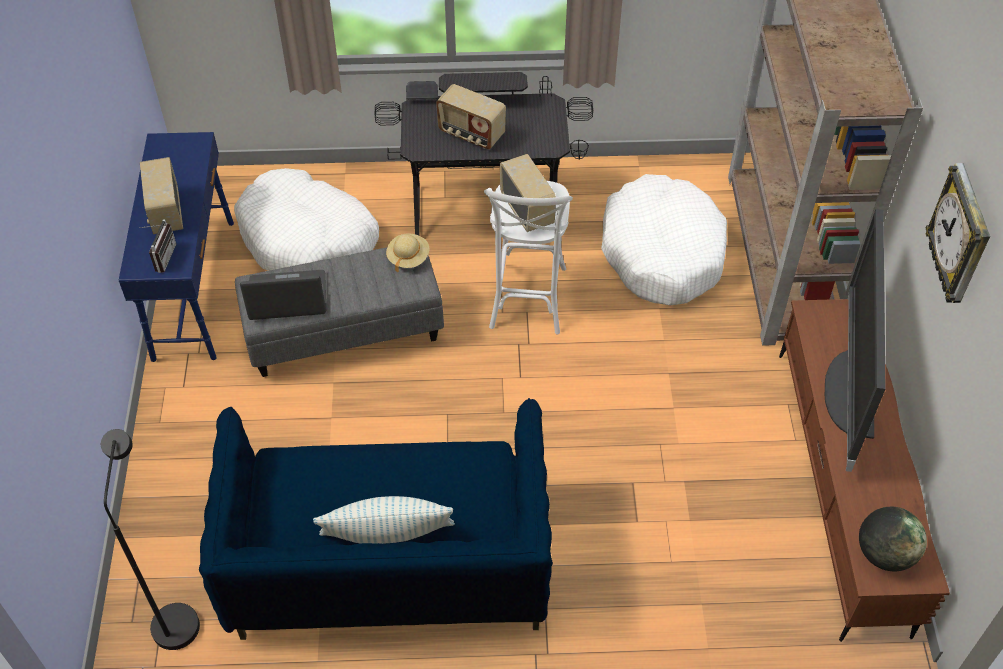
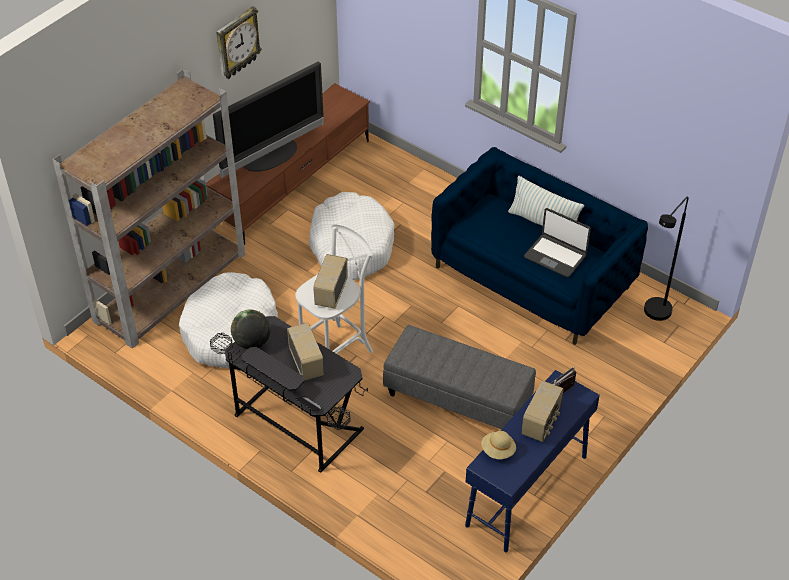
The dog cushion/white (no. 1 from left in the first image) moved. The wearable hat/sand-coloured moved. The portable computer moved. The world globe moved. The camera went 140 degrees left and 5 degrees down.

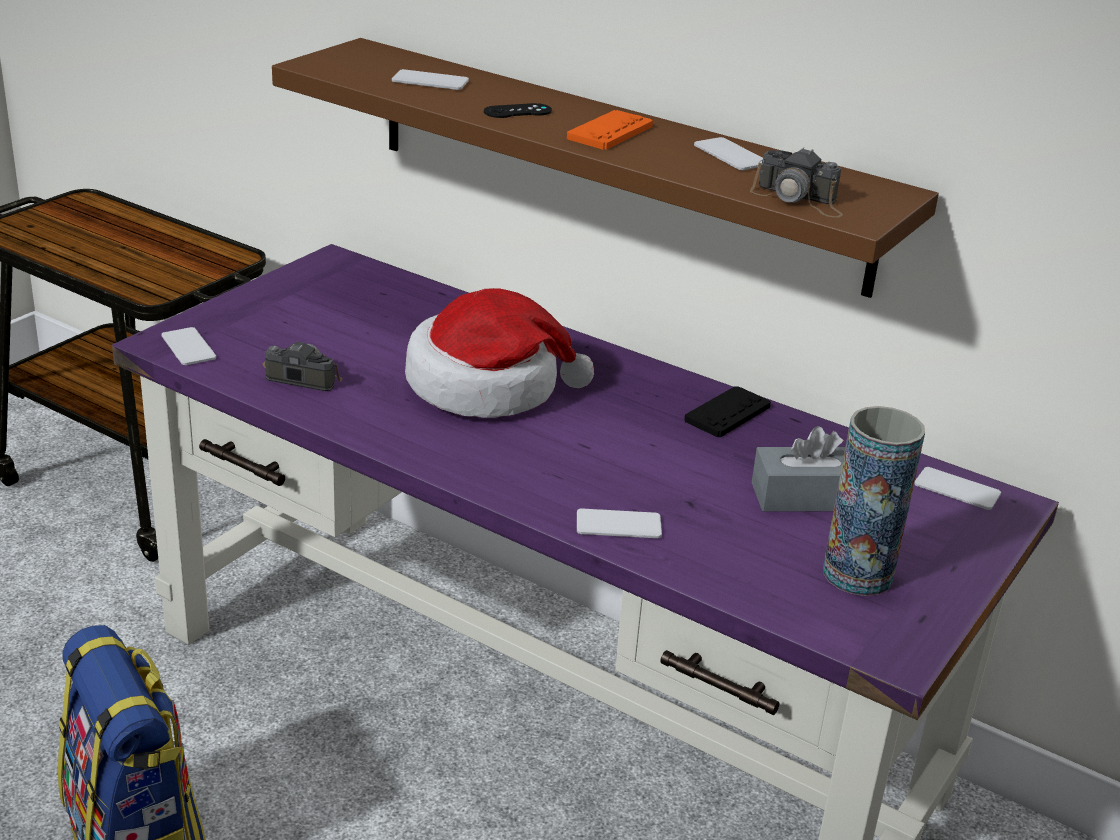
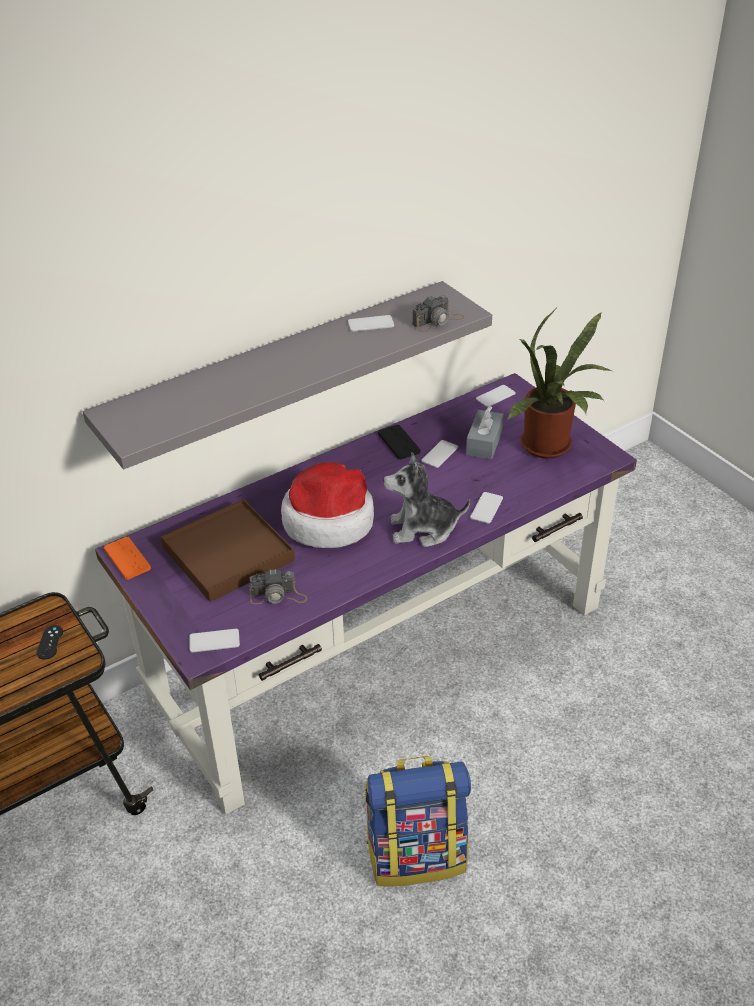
The bracket shelf/brown-coloured became the bracket shelf/gray. The handset (no. 2 from left in the first image) moved. The joypad/black (no. 1 from left) moved. The joypad/orange-coloured moved. The photo camera (no. 1 from left) turned 135 degrees counterclockwise. The decorative vase was replaced by the potted plant. The cuddly toy appeared. The carrying tray/brown-coloured appeared. The camera went 65 degrees left and 10 degrees up.

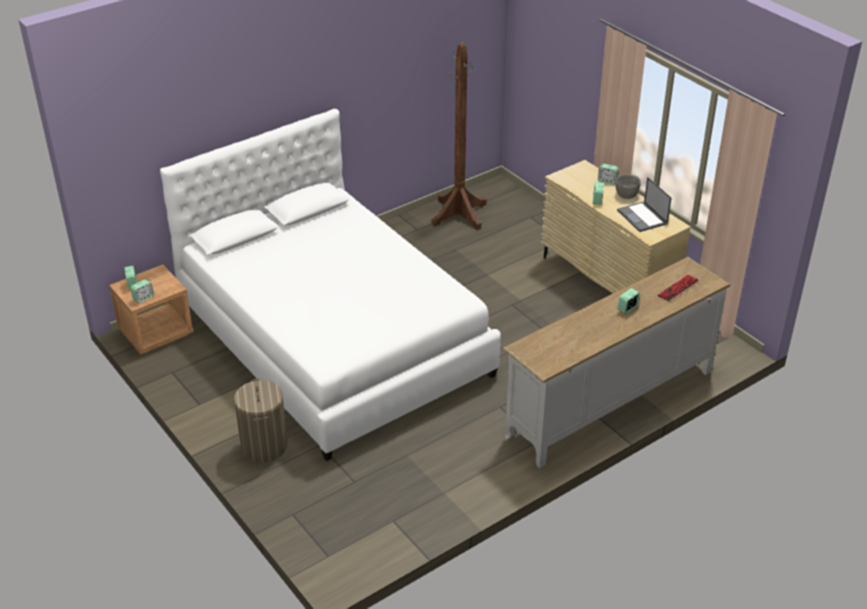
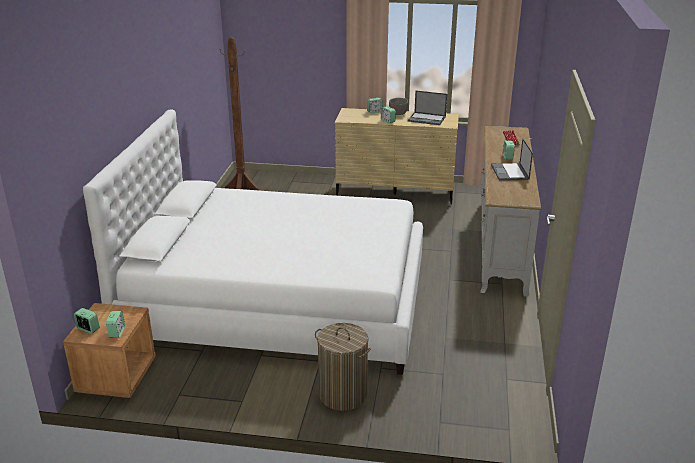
The portable computer (no. 2 from left) appeared. The camera went 45 degrees left and 10 degrees down.

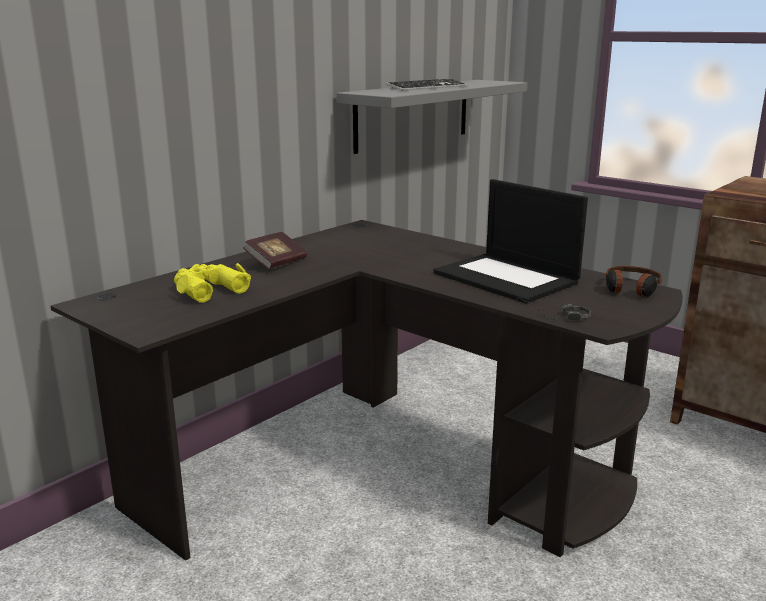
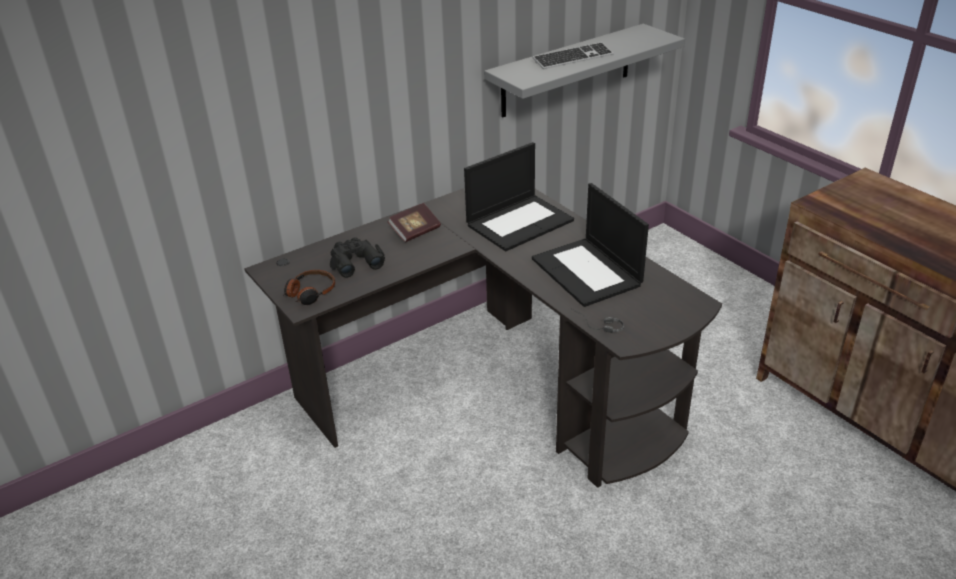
The binoculars/yellowish became the binoculars/black. The pair of headphones (no. 2 from left in the first image) moved. The portable computer (no. 1 from left) appeared. The camera went 15 degrees right and 15 degrees up.

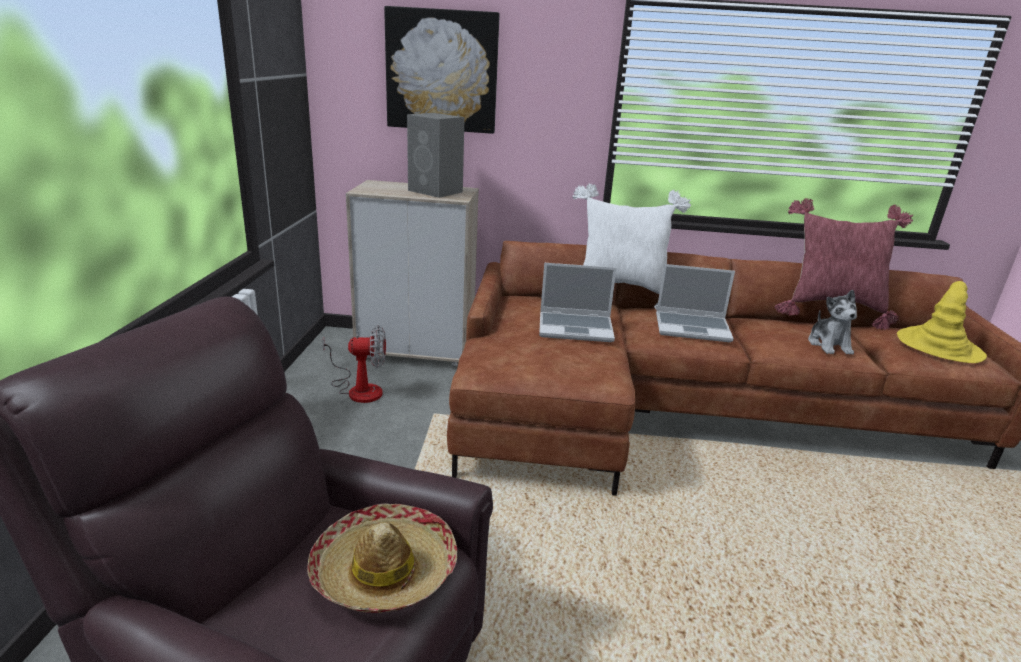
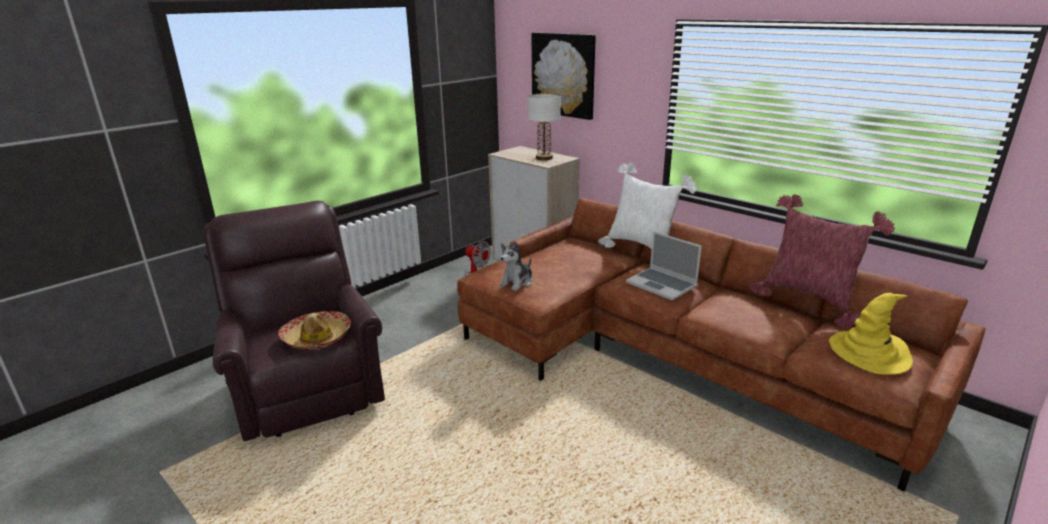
The loudspeaker/gray was replaced by the lamp for a table. The portable computer (no. 1 from left) disappeared. The cuddly toy moved. The camera went 40 degrees right and 0 degrees up.

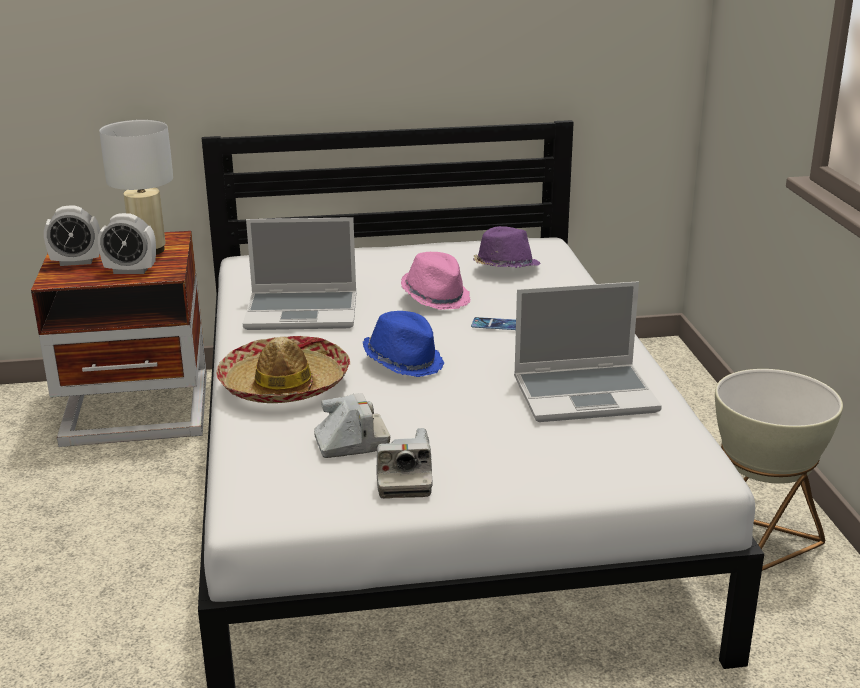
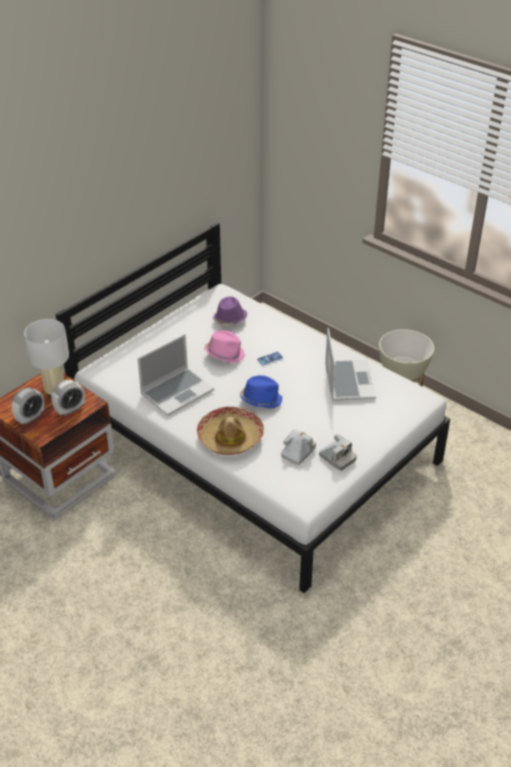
The portable computer (no. 2 from left) turned 45 degrees counterclockwise. The camera went 40 degrees left and 15 degrees up.

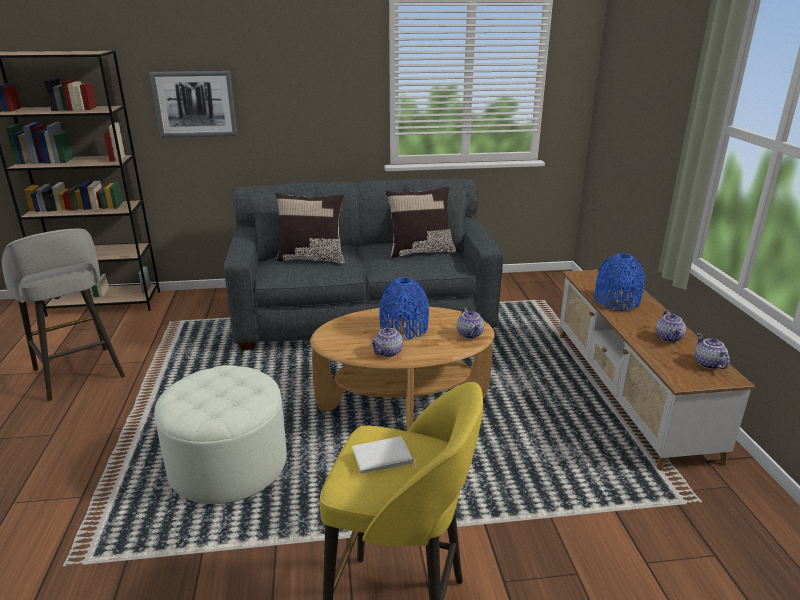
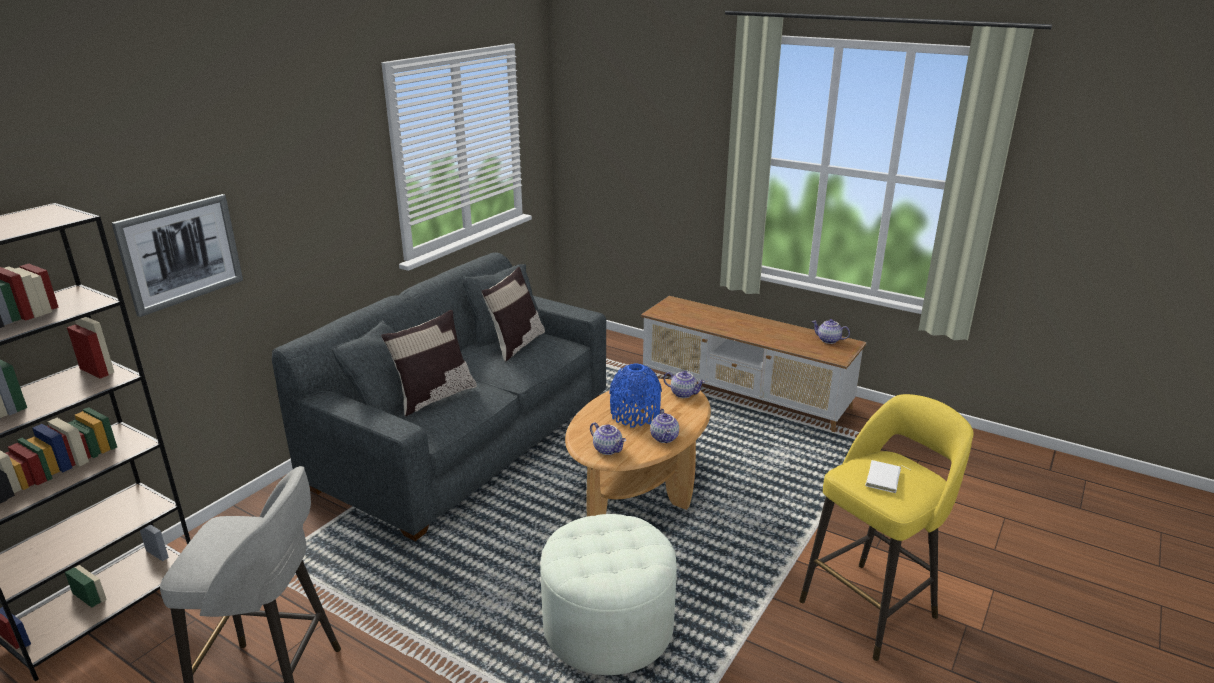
The decorative vase/bluish (no. 2 from left) disappeared. The tea pot (no. 3 from left in the first image) moved. The camera went 50 degrees left and 0 degrees up.

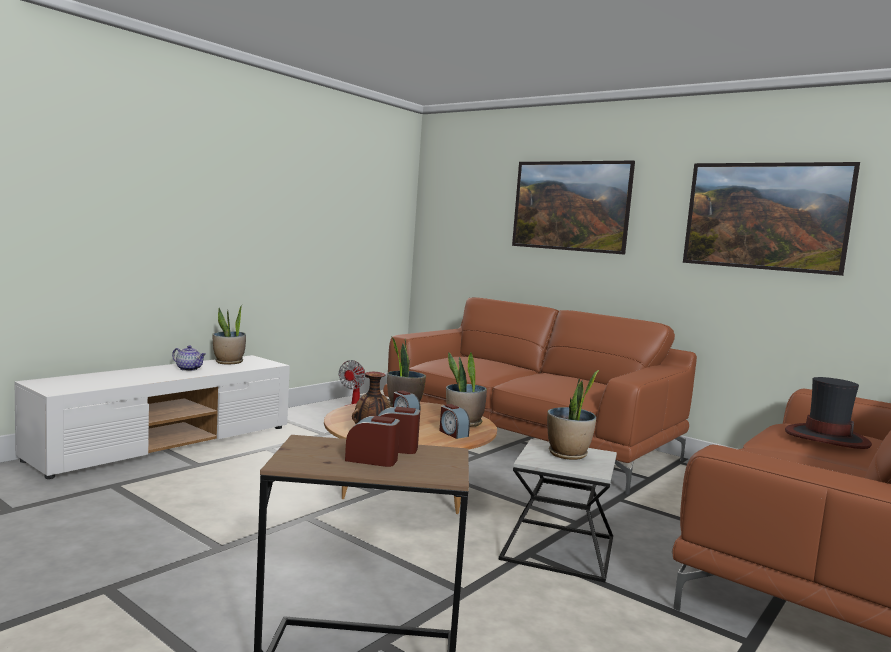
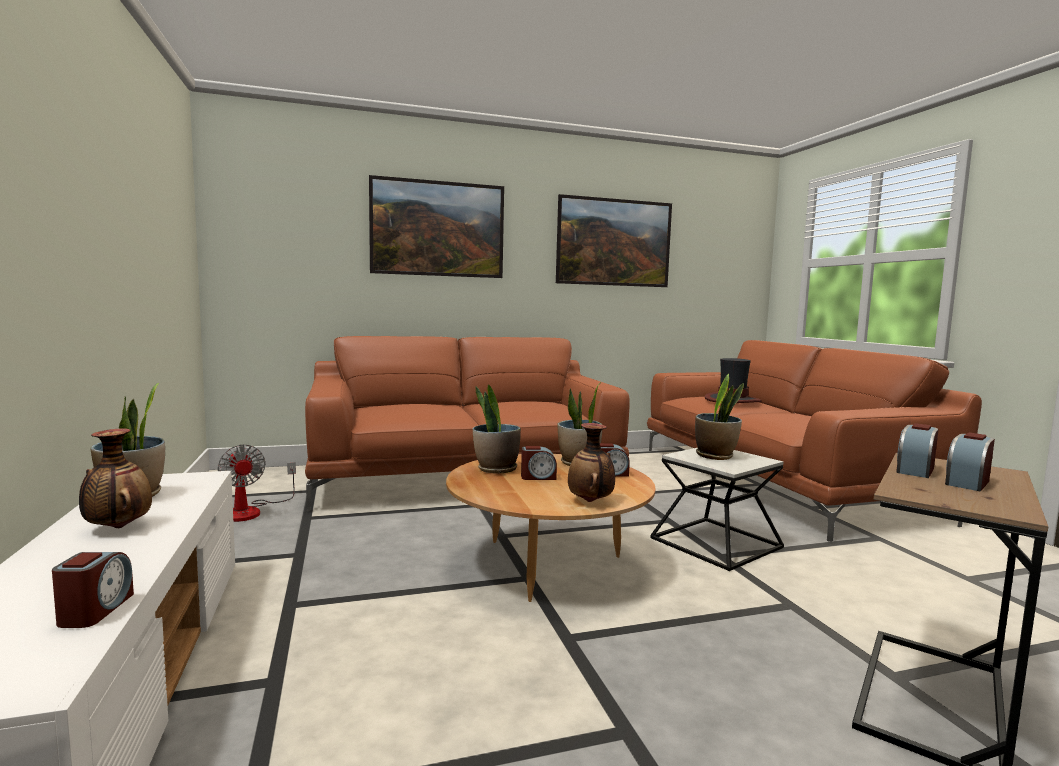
The tea pot was replaced by the decorative vase (no. 1 from left). The alarm clock (no. 1 from left) appeared. The camera went 55 degrees left and 0 degrees up.

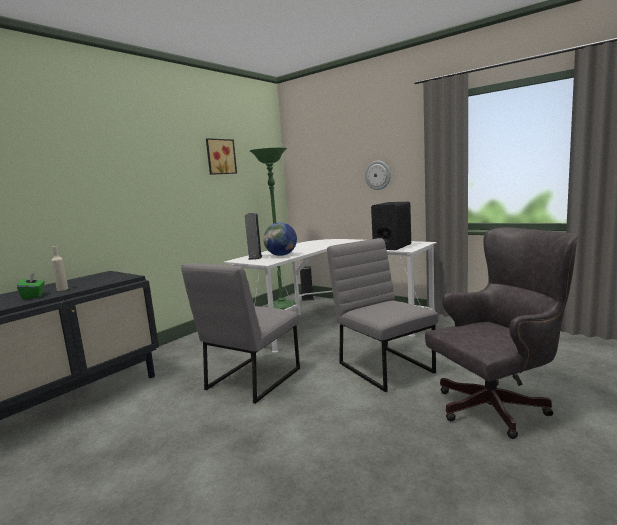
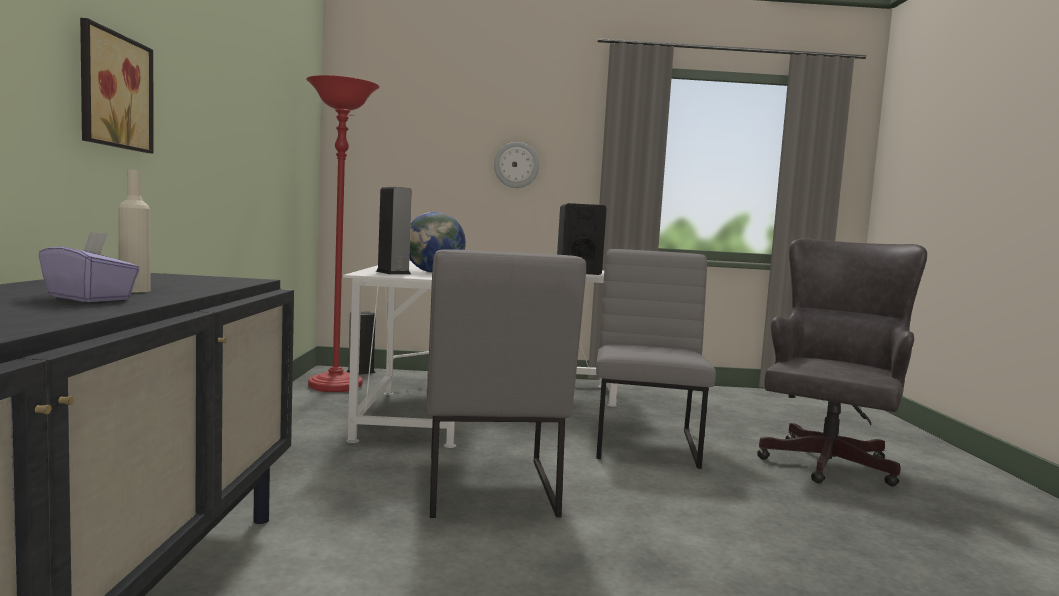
The wall picture moved. The standing lamp/greenish became the standing lamp/red. The chair/gray (no. 2 from left) turned 75 degrees clockwise. The tissue holder/greenish became the tissue holder/purple-coloured. The camera went 40 degrees left and 5 degrees down.

